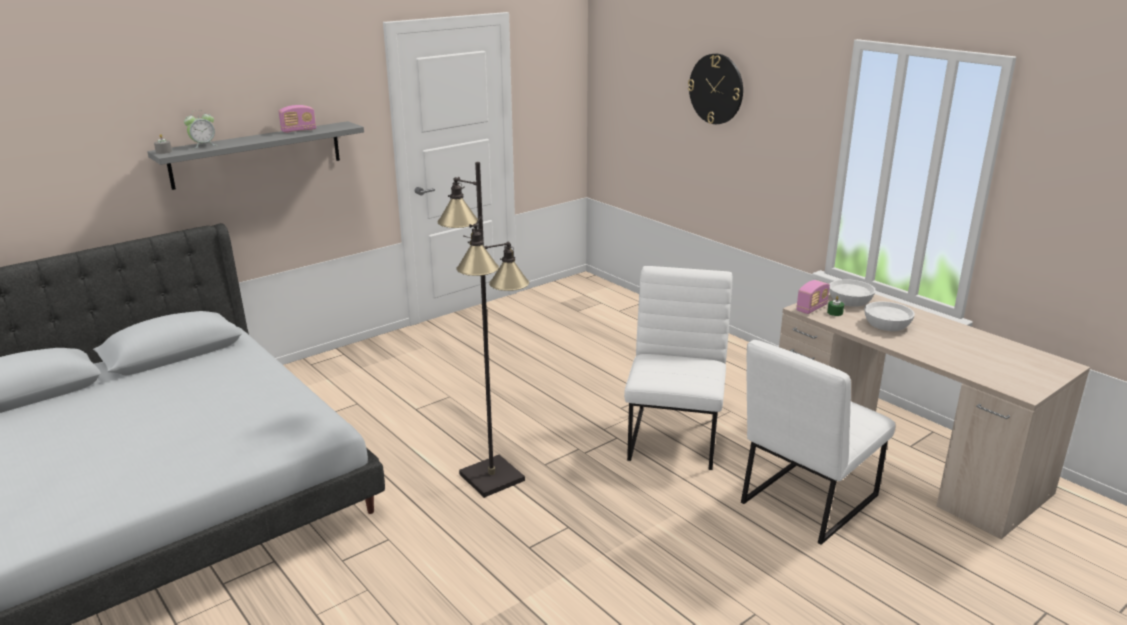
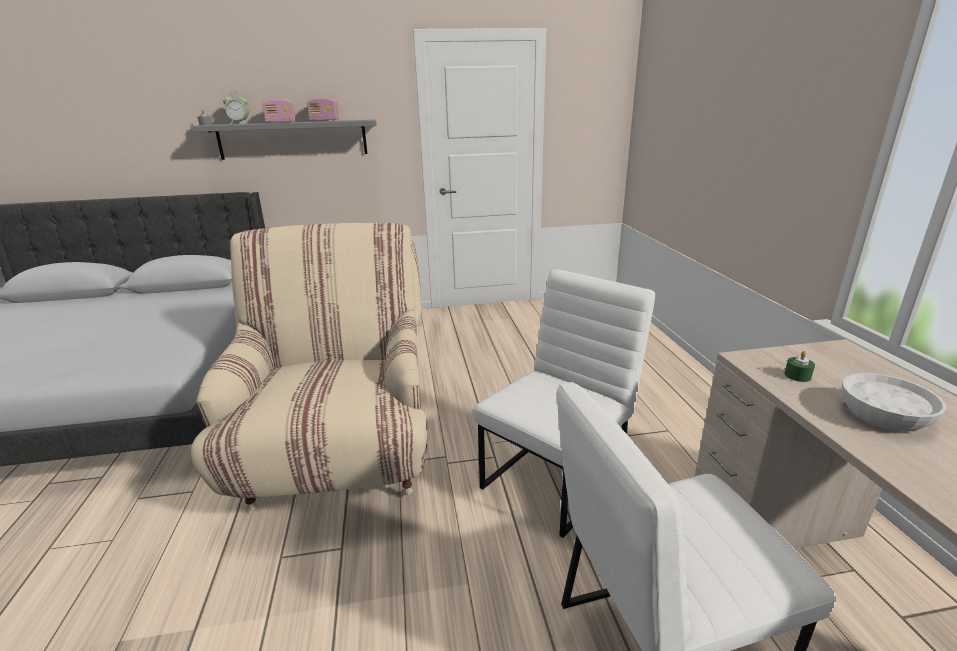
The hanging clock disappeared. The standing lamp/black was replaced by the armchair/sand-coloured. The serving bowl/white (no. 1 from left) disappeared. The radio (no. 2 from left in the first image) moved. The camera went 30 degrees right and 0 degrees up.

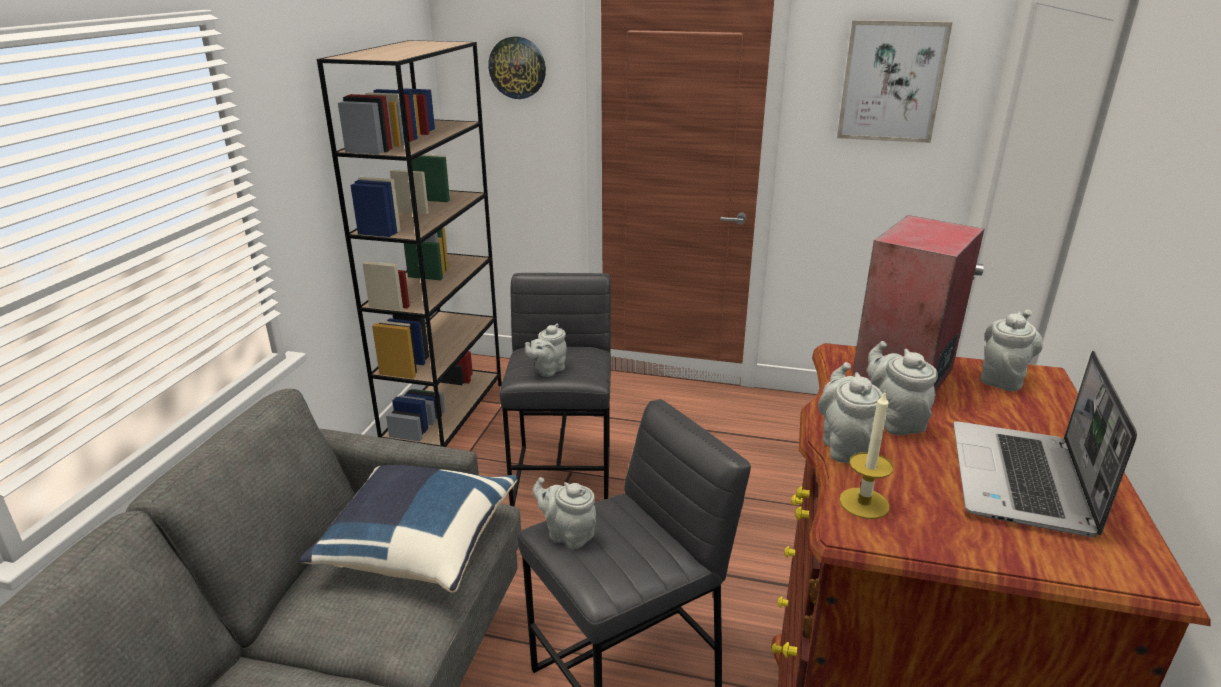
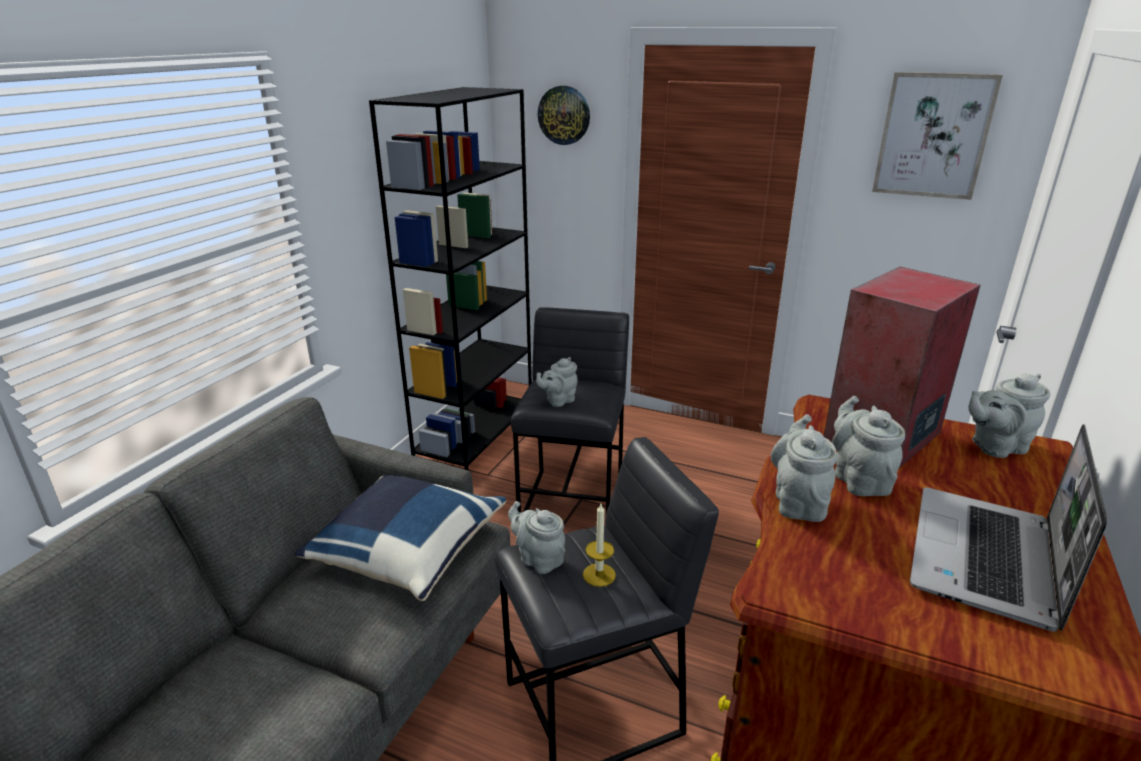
The bookshelf/sand-coloured became the bookshelf/black. The tea pot/gray (no. 5 from left) turned 150 degrees counterclockwise. The candle moved. The camera went 10 degrees right and 0 degrees up.

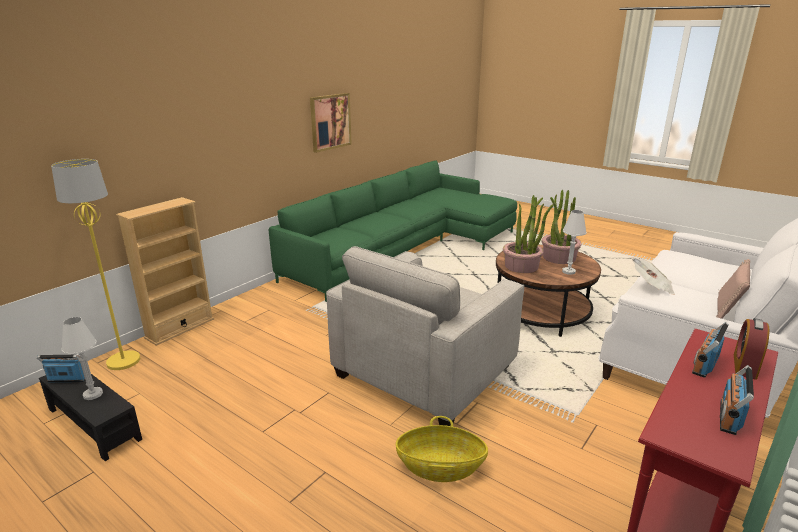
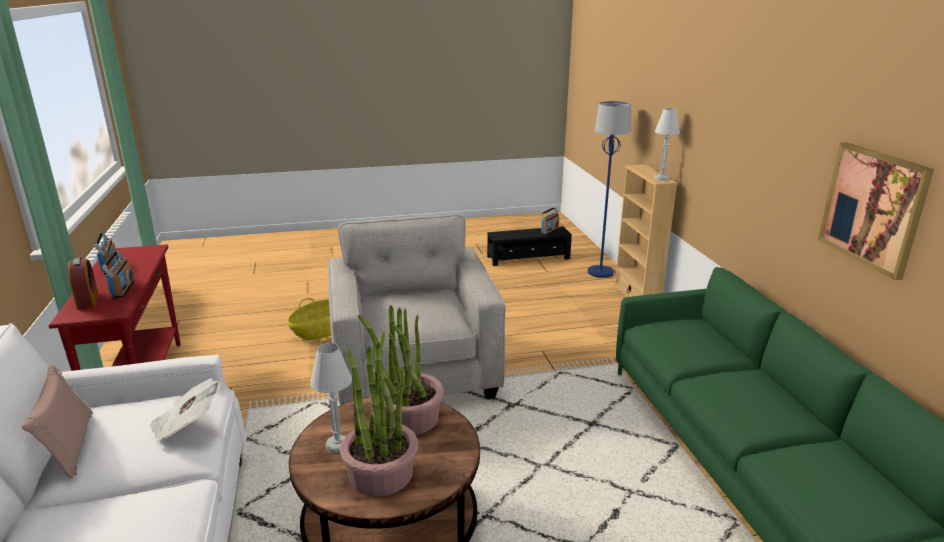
The standing lamp/yellowish became the standing lamp/bluish. The lamp for a table/white (no. 1 from left in the first image) moved. The camera went 130 degrees right and 0 degrees up.

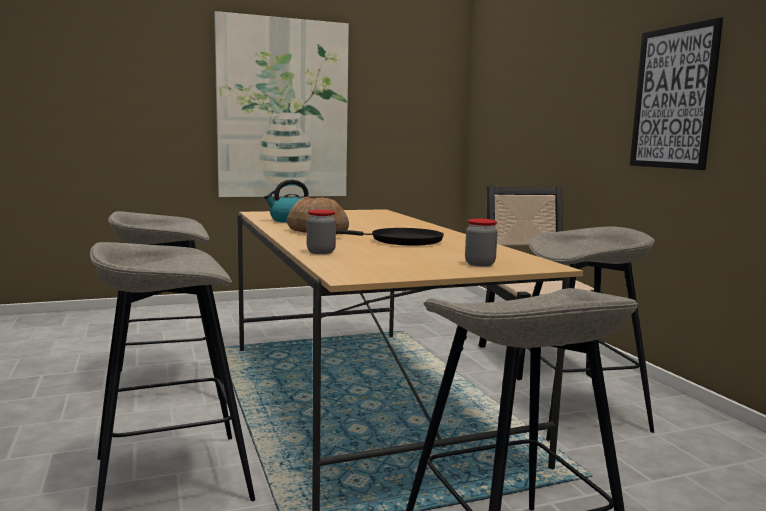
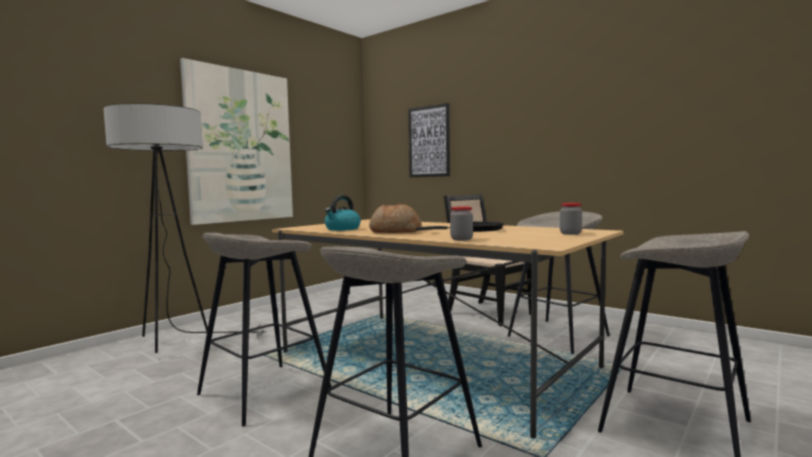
The wall picture (no. 2 from left) moved. The standing lamp appeared. The camera went 30 degrees left and 5 degrees down.

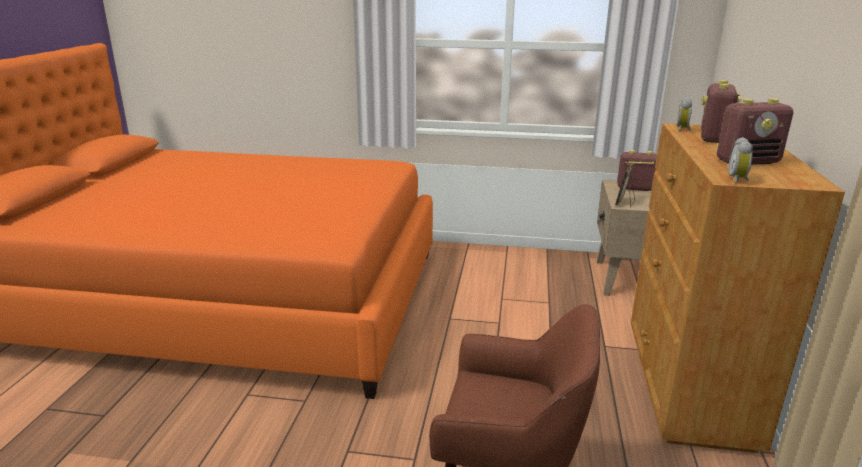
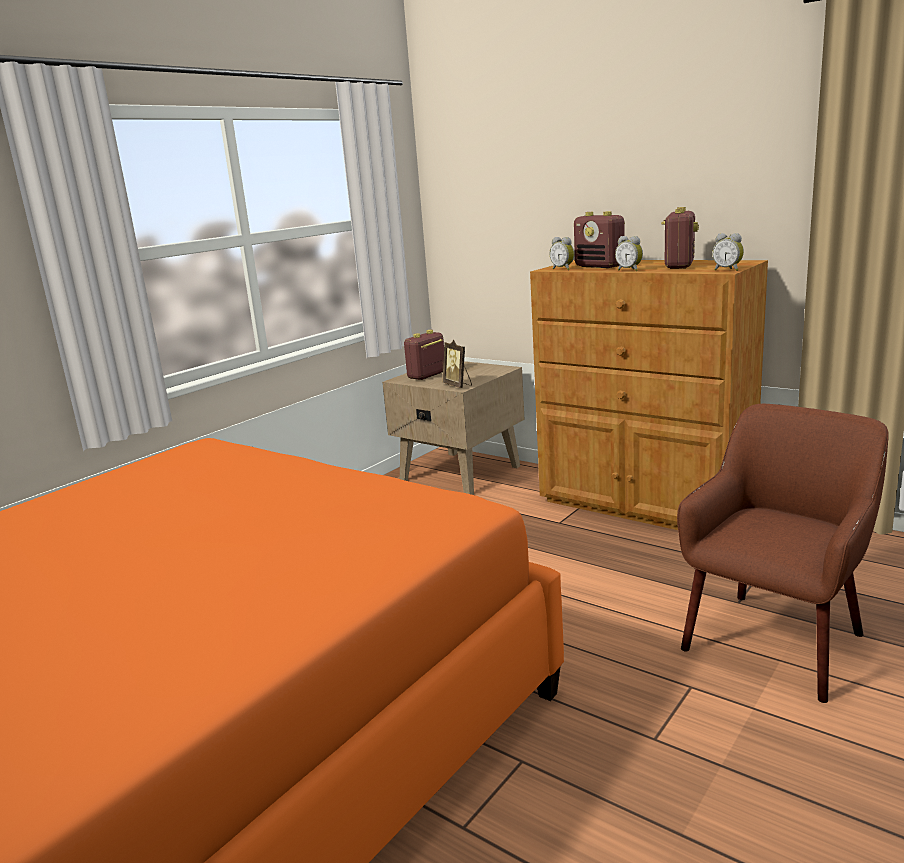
The alarm clock (no. 2 from left) appeared. The camera went 60 degrees left and 5 degrees down.

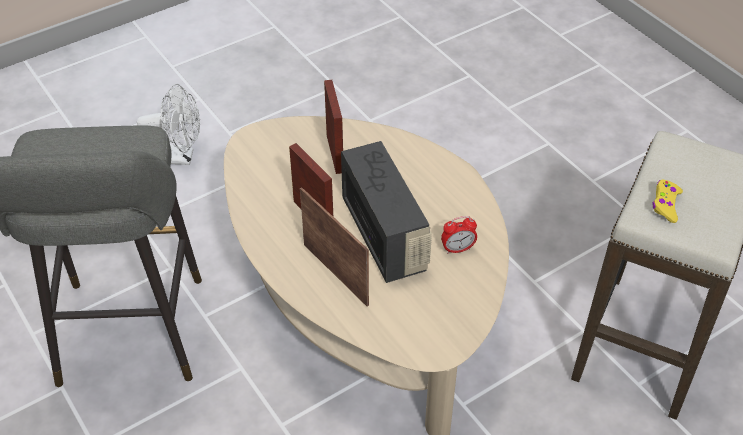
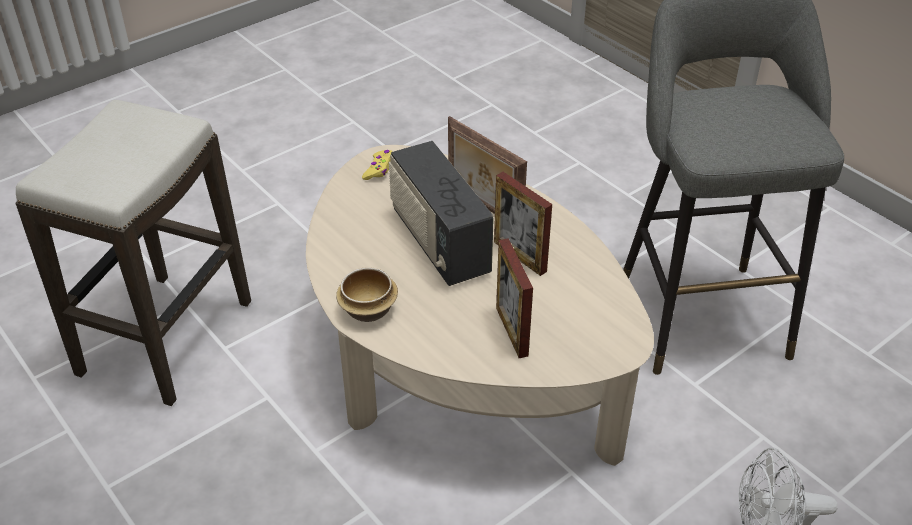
The joypad/yellowish moved. The alarm clock disappeared. The serving bowl appeared. The camera went 175 degrees right and 5 degrees down.

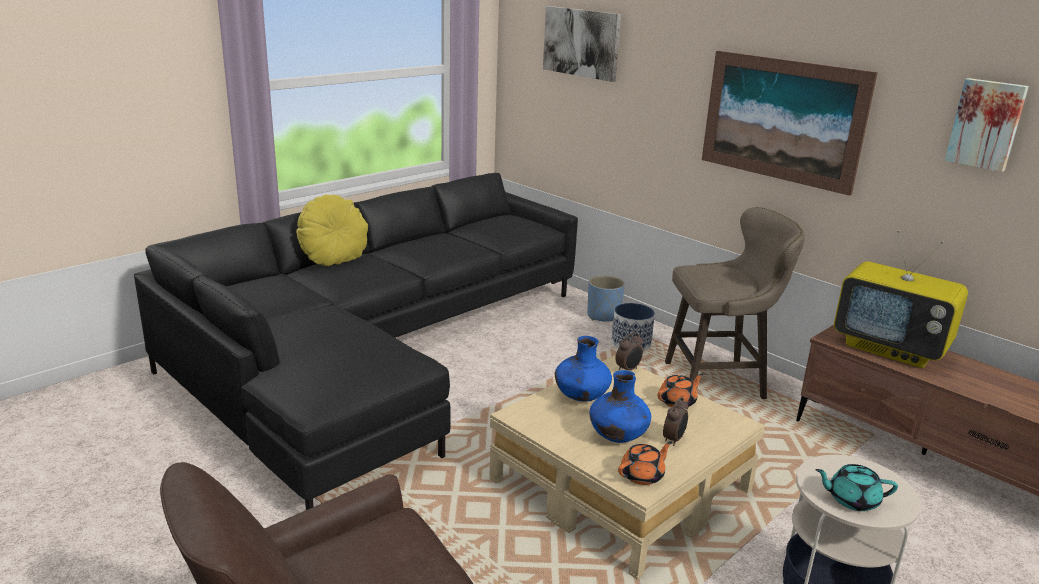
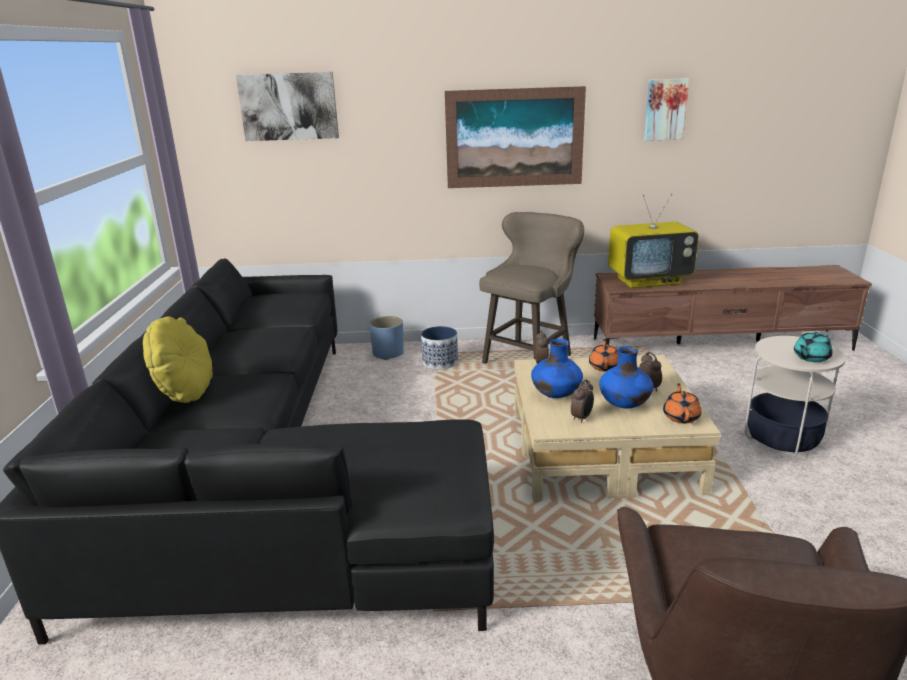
The alarm clock (no. 2 from left) appeared. The camera went 45 degrees left and 0 degrees up.

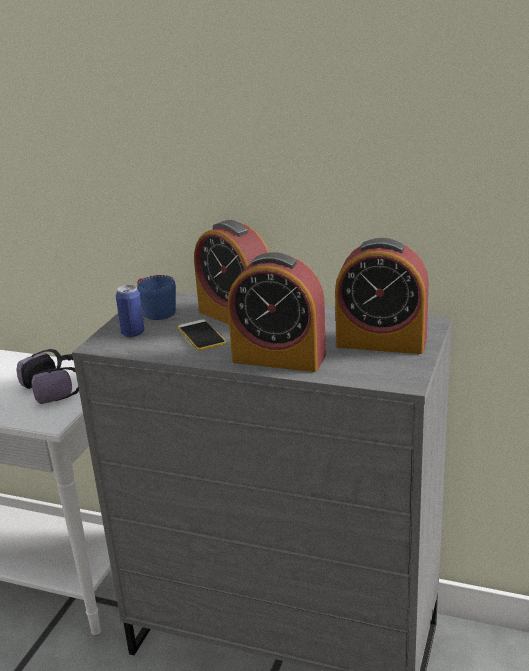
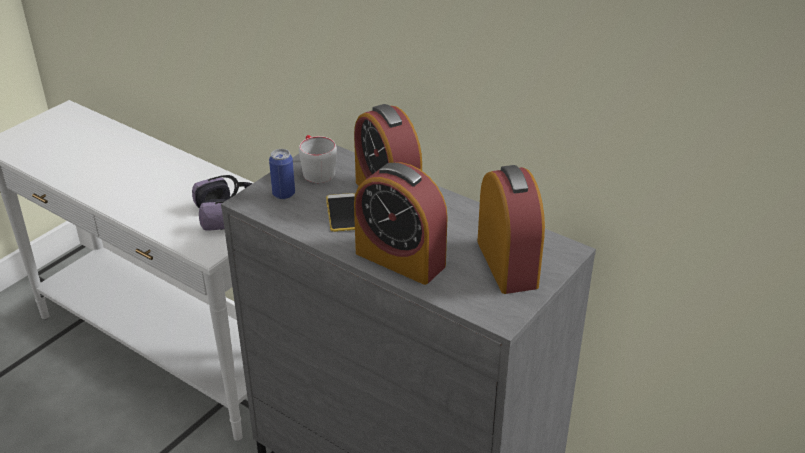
The alarm clock (no. 3 from left) turned 135 degrees counterclockwise. The tea mug/bluish became the tea mug/gray. The camera went 15 degrees right and 10 degrees up.

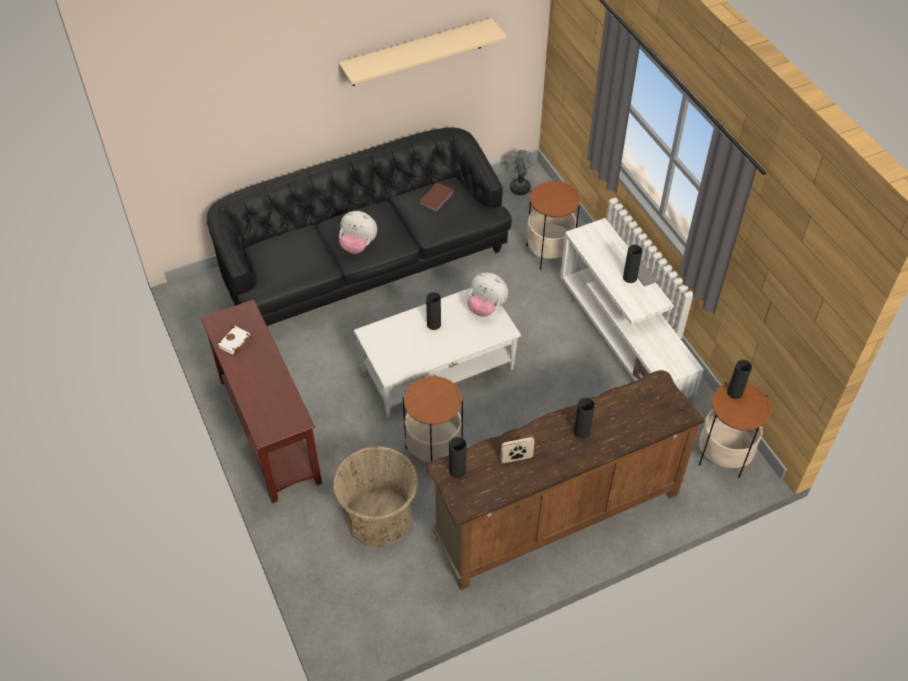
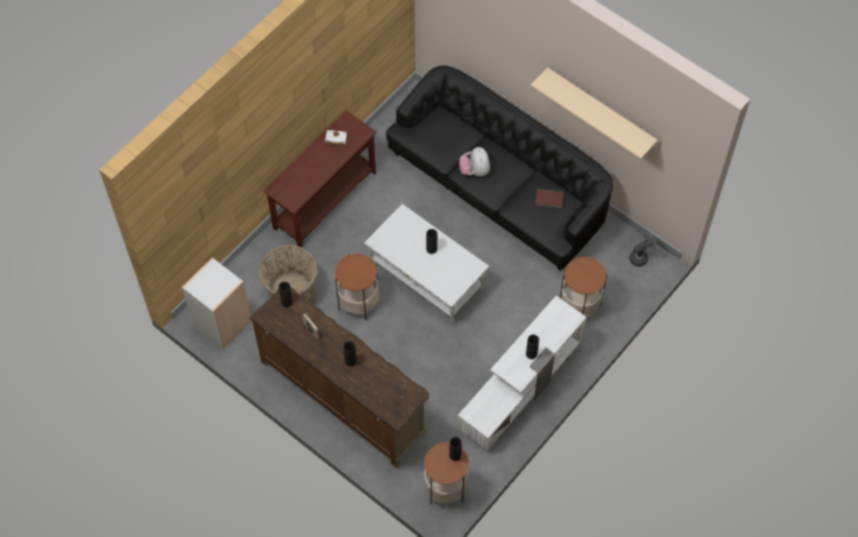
The cuddly toy (no. 2 from left) disappeared. The bookshelf appeared. The camera went 65 degrees right and 10 degrees up.

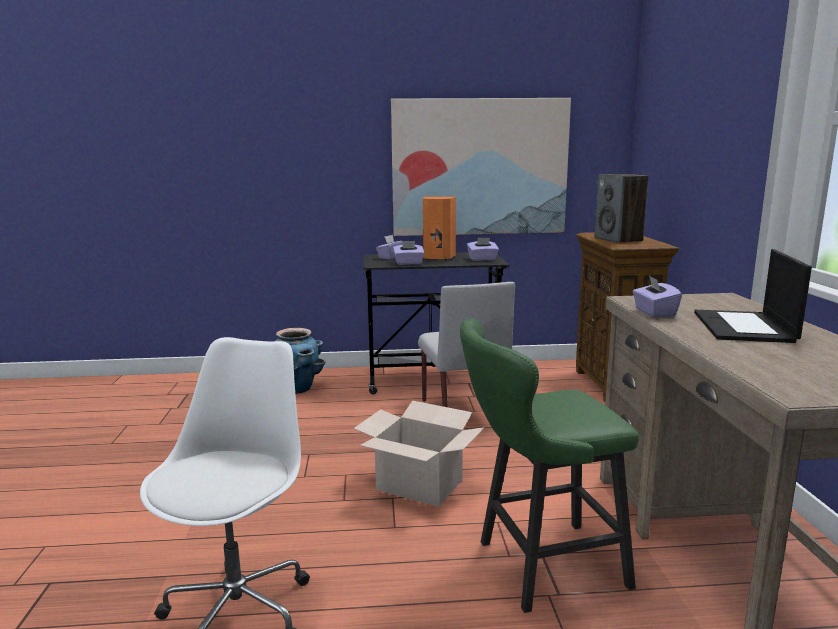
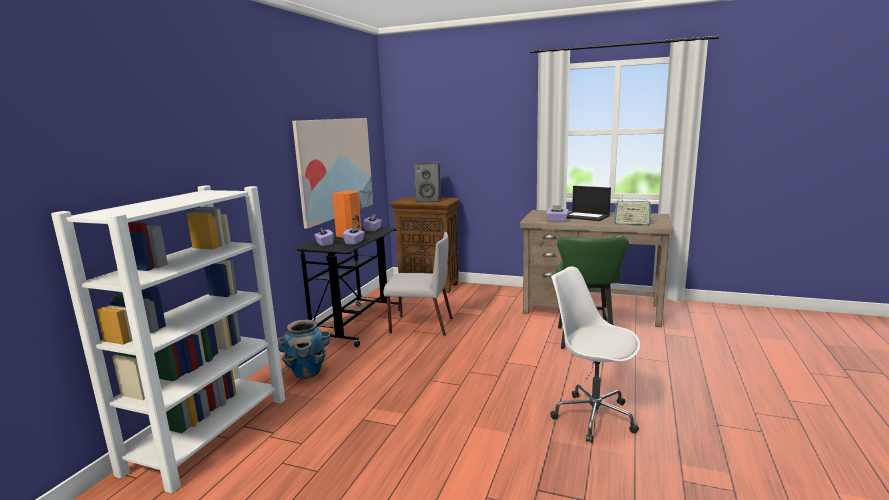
The carton disappeared. The bookshelf/white appeared. The radio appeared. The camera went 65 degrees left and 0 degrees up.

